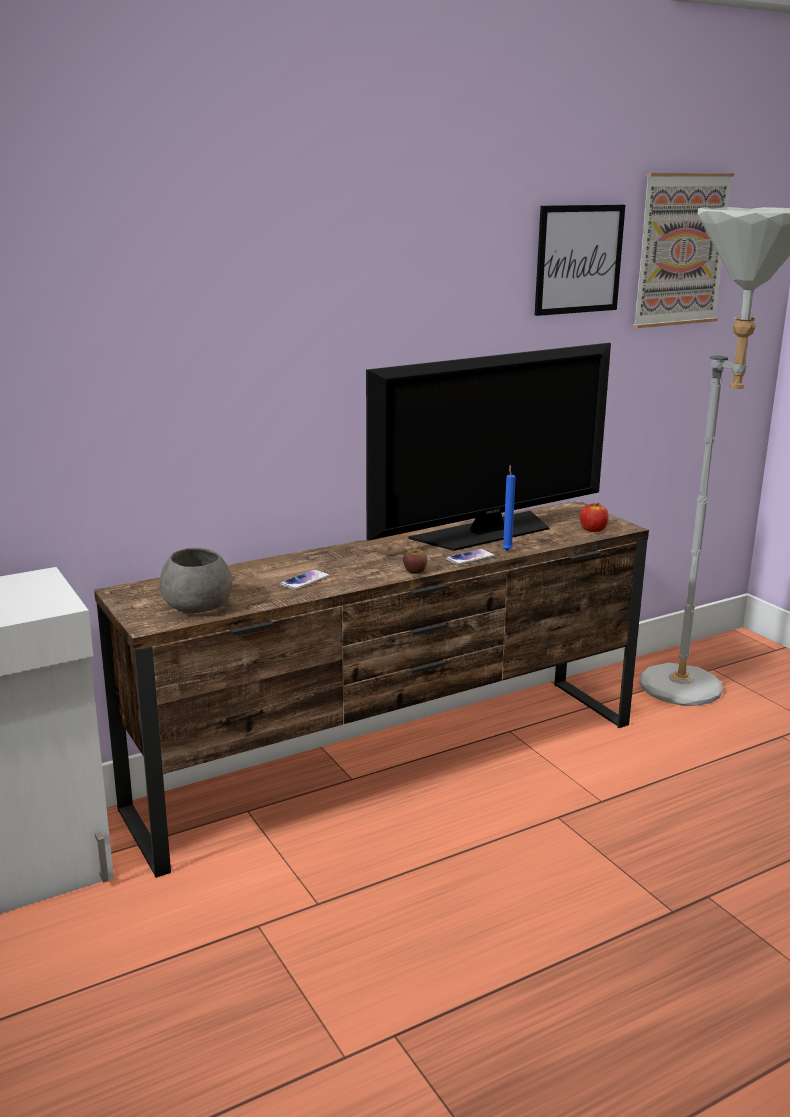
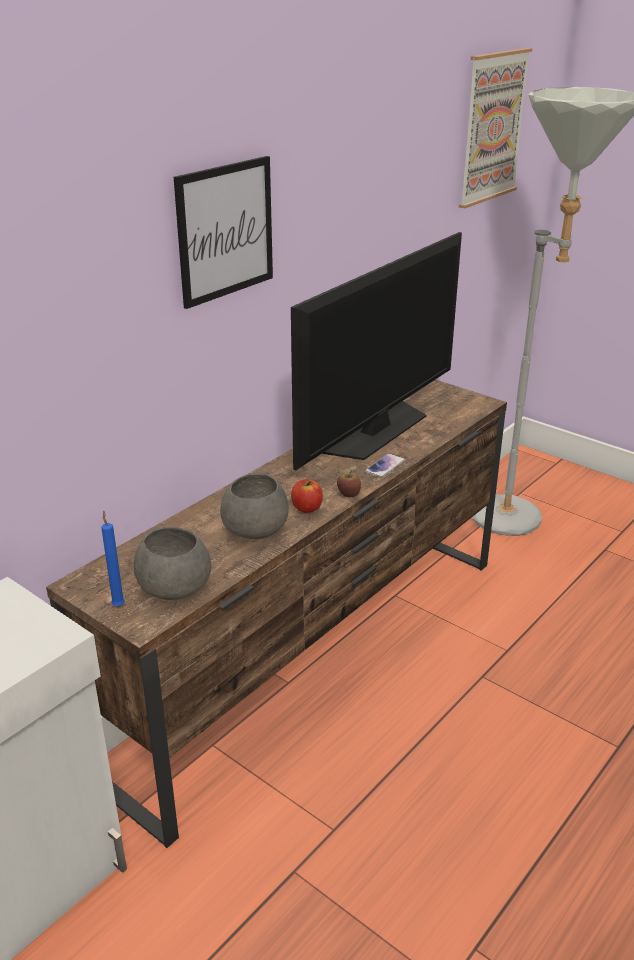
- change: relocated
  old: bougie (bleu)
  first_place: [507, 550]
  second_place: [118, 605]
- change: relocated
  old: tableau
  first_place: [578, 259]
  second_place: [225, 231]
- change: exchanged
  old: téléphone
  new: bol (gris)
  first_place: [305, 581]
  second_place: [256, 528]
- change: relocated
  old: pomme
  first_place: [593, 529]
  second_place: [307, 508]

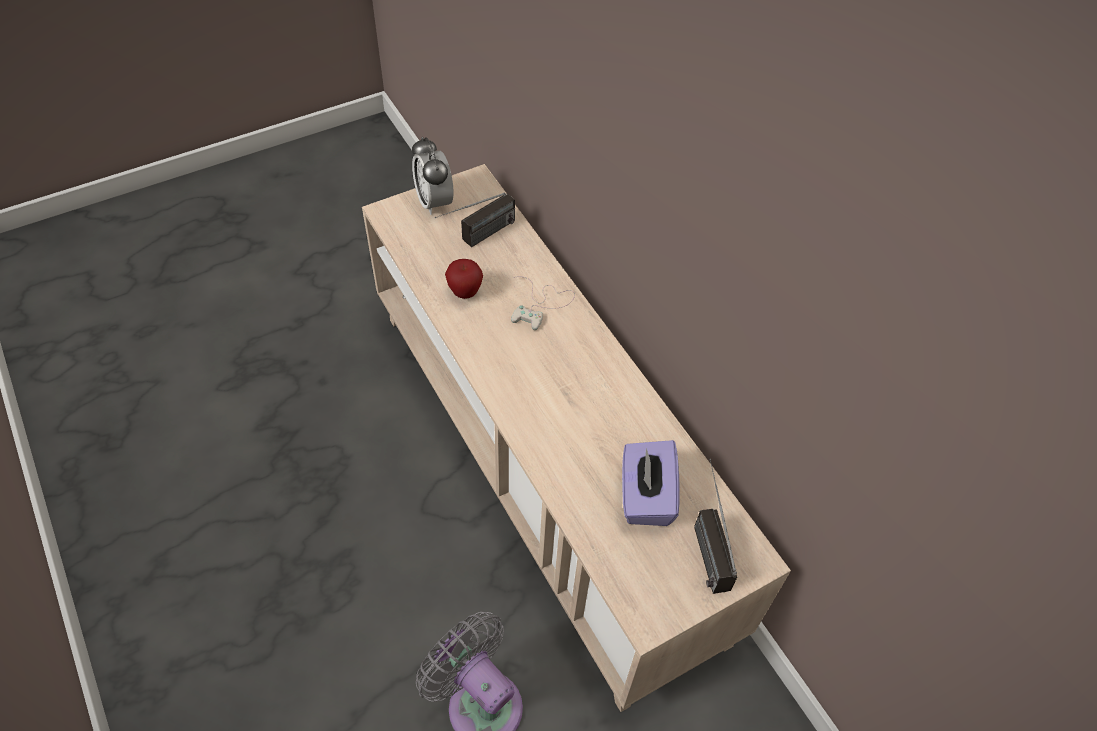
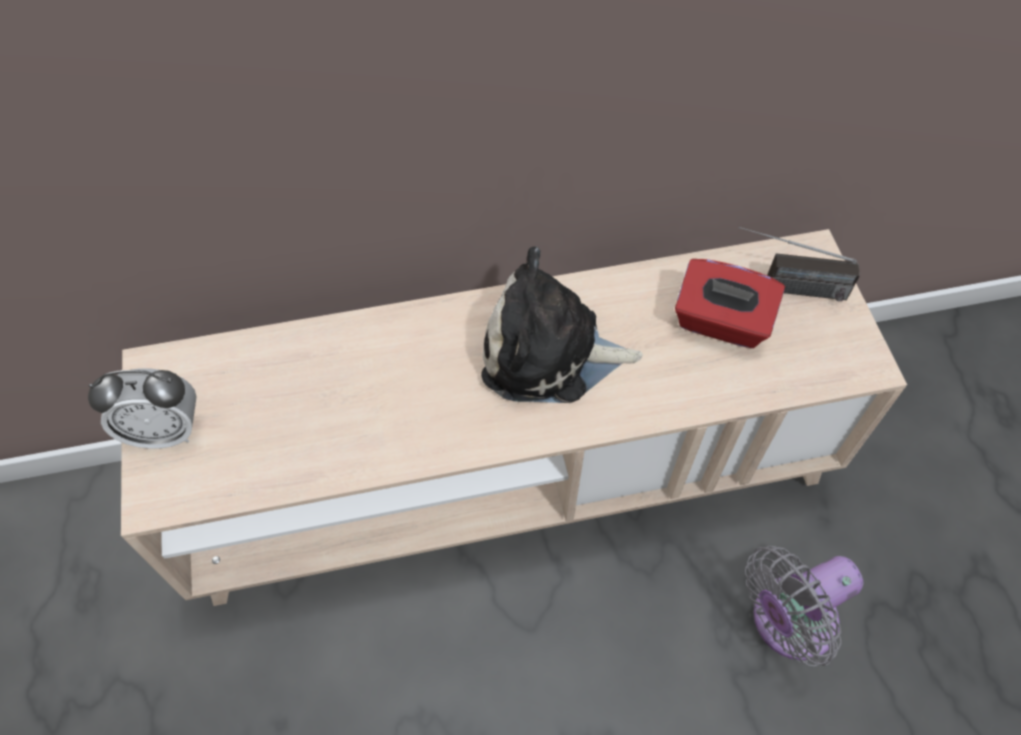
- change: appeared
  new: peluche
  second_place: [549, 353]
- change: colour
  old: boîte à mouchoirs (violet)
  new: boîte à mouchoirs (rouge)
  first_place: [645, 496]
  second_place: [720, 322]
- change: missing
  old: radio
  first_place: [478, 238]
- change: missing
  old: pomme
  first_place: [465, 292]
- change: missing
  old: manette (blanc)
  first_place: [541, 304]

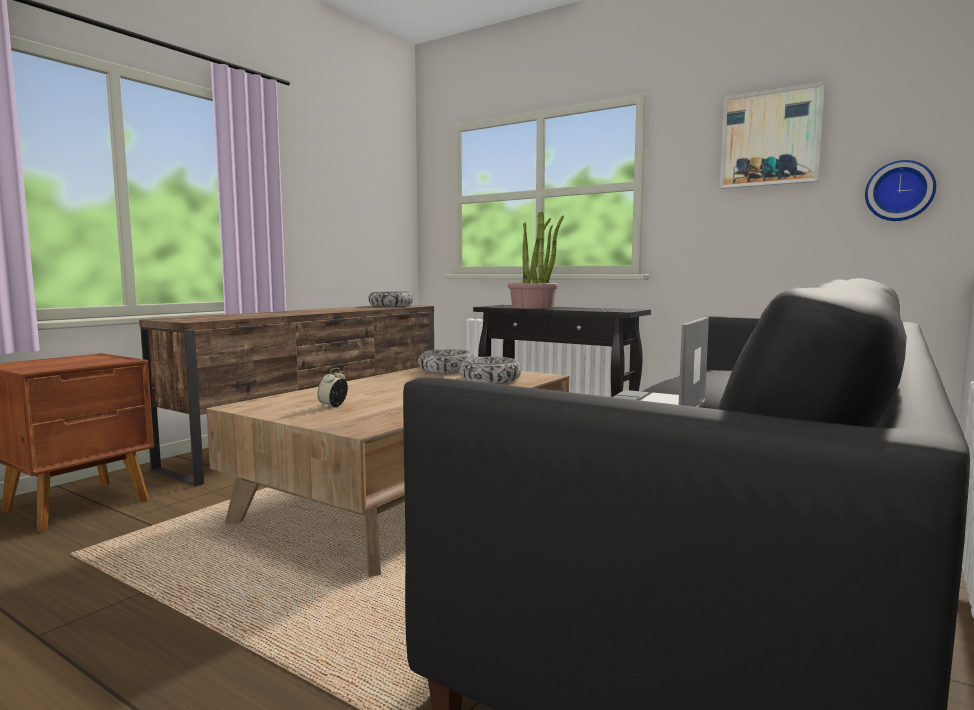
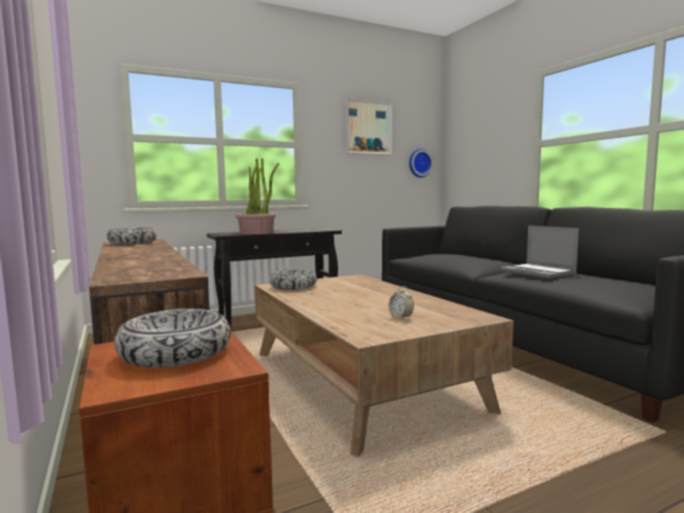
- change: relocated
  old: bol
  first_place: [489, 379]
  second_place: [175, 353]

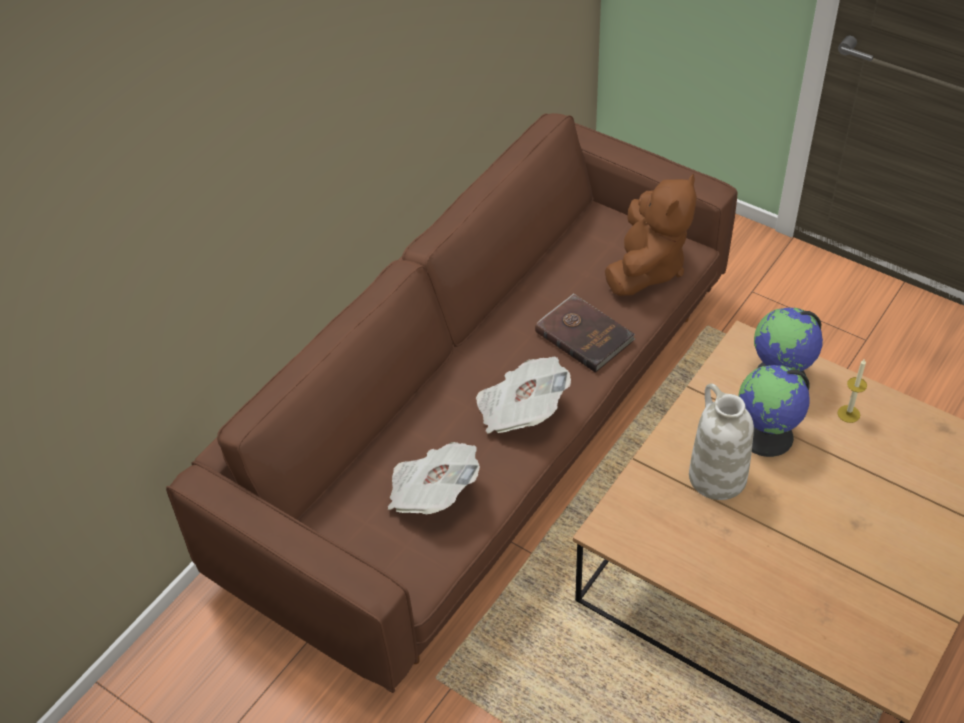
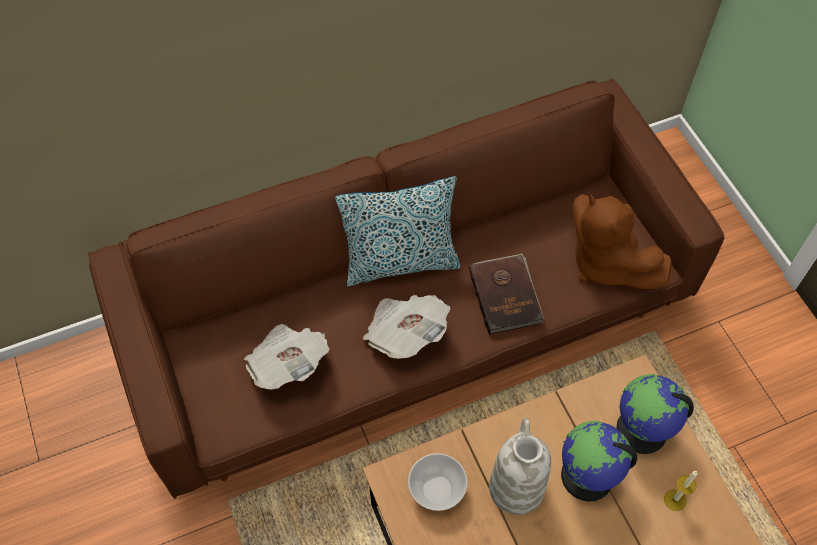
- change: appeared
  new: coussin
  second_place: [400, 262]
- change: appeared
  new: bol
  second_place: [438, 489]
- change: spun
  old: peluche (marron)
  first_place: [647, 268]
  second_place: [605, 262]
  degrees: 90

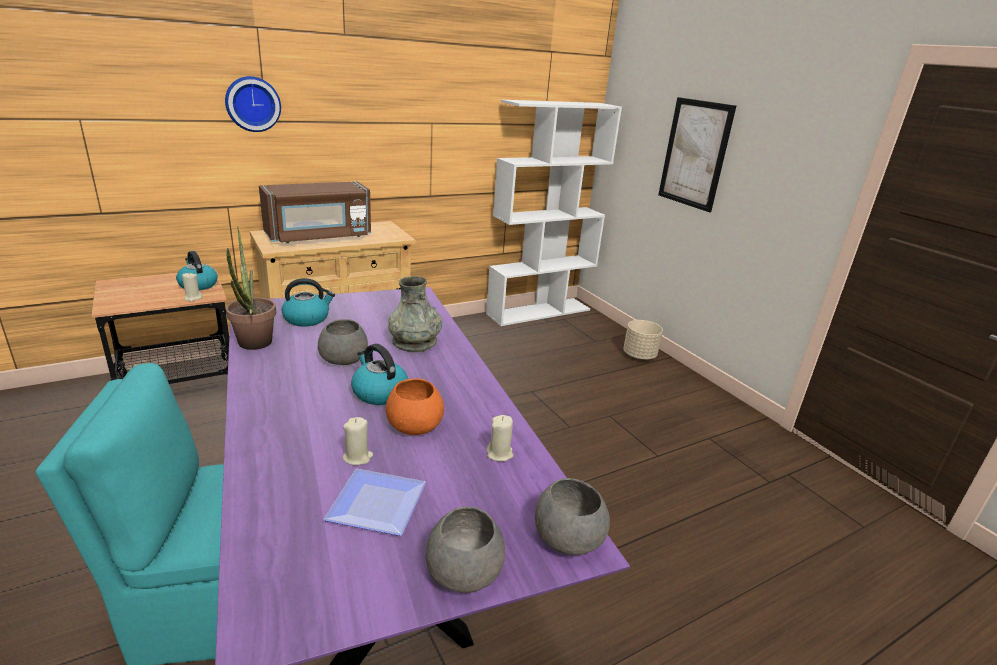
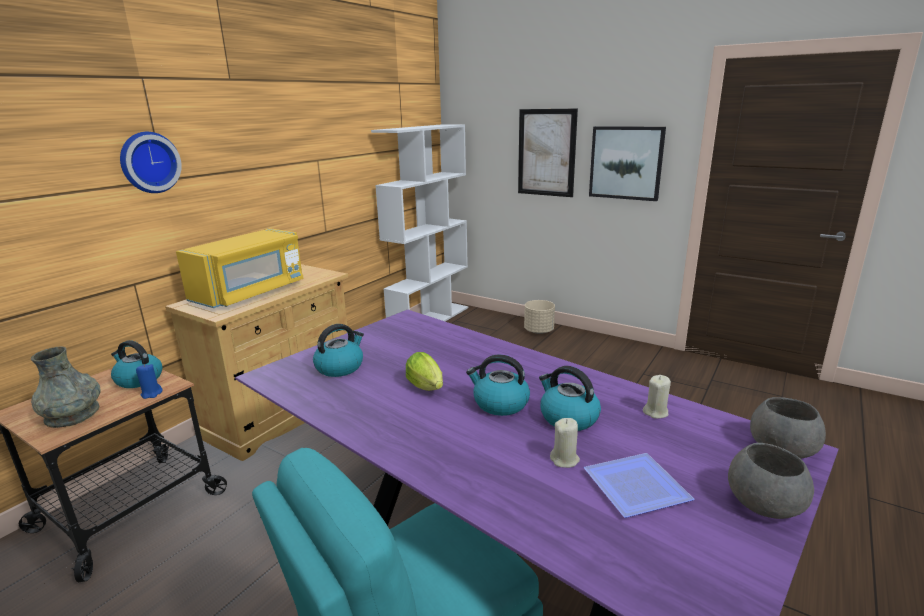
- change: relocated
  old: vase (gris)
  first_place: [414, 342]
  second_place: [73, 415]
- change: colour
  old: bougie (beige)
  new: bougie (bleu)
  first_place: [193, 298]
  second_place: [151, 394]
- change: colour
  old: micro-ondes (marron)
  new: micro-ondes (jaune)
  first_place: [319, 236]
  second_place: [250, 293]
- change: exchanged
  old: bol (gris)
  new: laitue
  first_place: [343, 358]
  second_place: [427, 388]
- change: exchanged
  old: bol (orange)
  new: bouilloire
  first_place: [415, 426]
  second_place: [568, 417]
- change: appeared
  new: tableau
  second_place: [626, 163]
- change: missing
  old: plante en pot
  first_place: [253, 346]

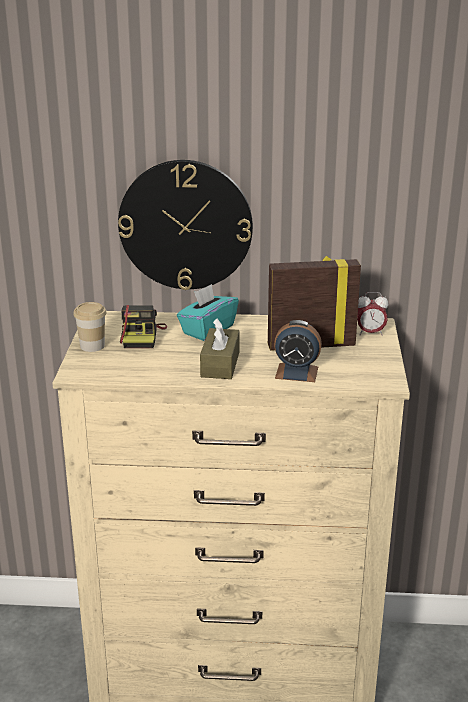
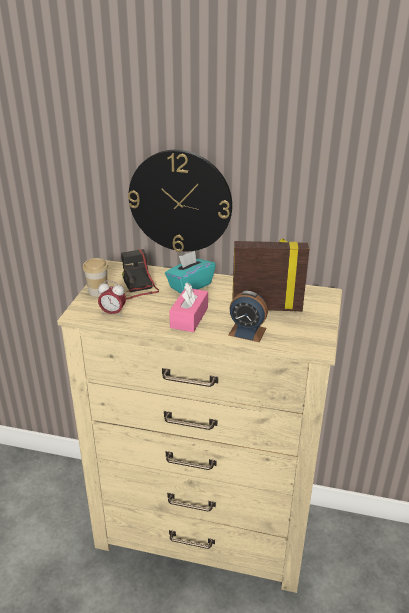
- change: relocated
  old: réveil
  first_place: [370, 333]
  second_place: [113, 313]
- change: spun
  old: appareil photo
  first_place: [142, 336]
  second_place: [138, 286]
  degrees: 150
- change: colour
  old: boîte à mouchoirs (marron)
  new: boîte à mouchoirs (rose)
  first_place: [220, 364]
  second_place: [189, 317]

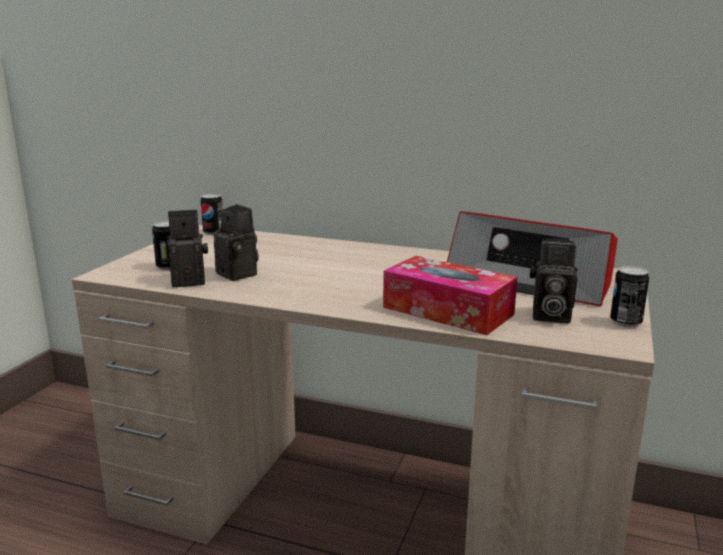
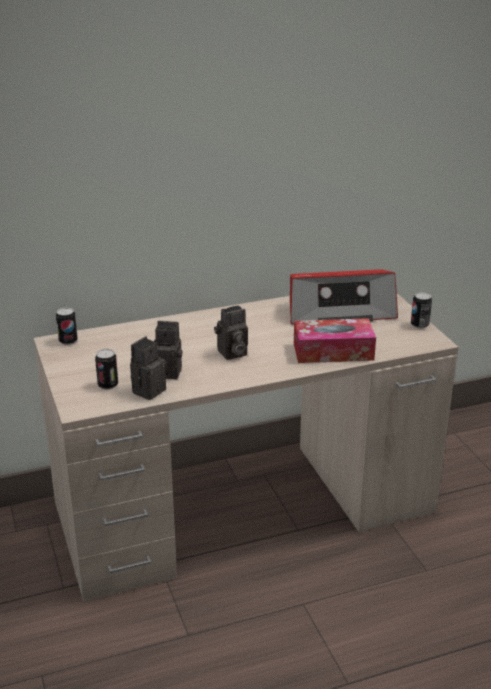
- change: relocated
  old: appareil photo
  first_place: [548, 316]
  second_place: [231, 354]

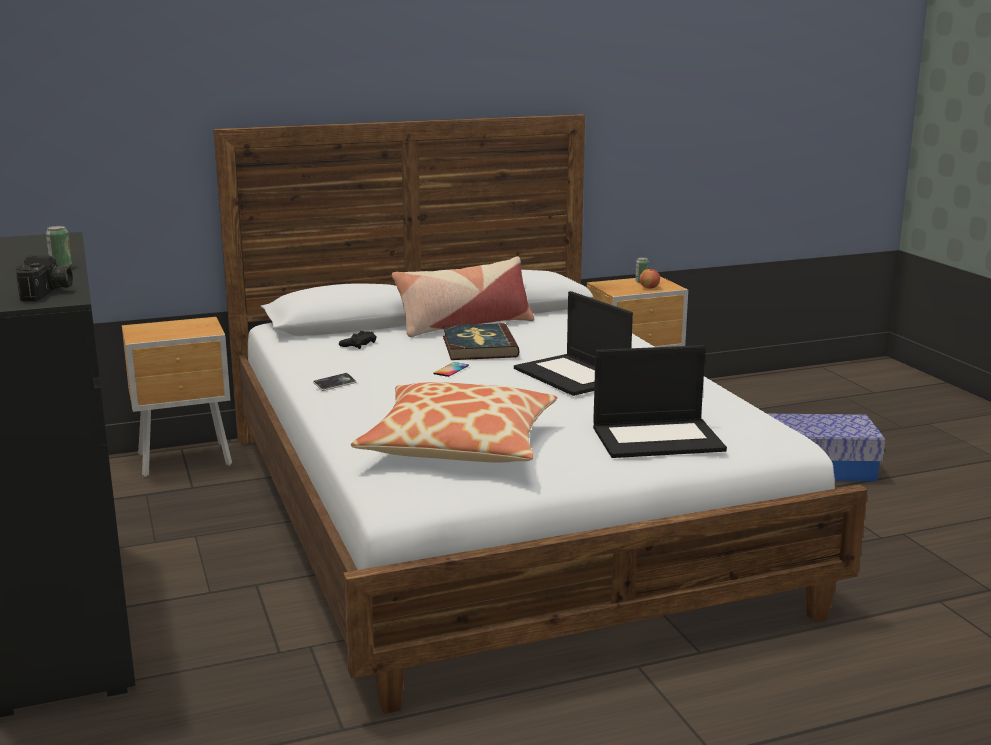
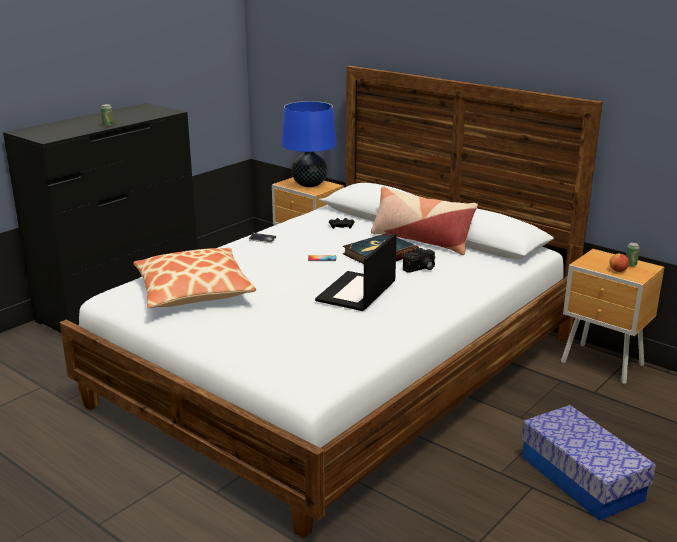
- change: appeared
  new: lampe de table (bleu)
  second_place: [309, 184]
- change: relocated
  old: appareil photo
  first_place: [47, 292]
  second_place: [420, 269]
- change: missing
  old: ordinateur portable
  first_place: [658, 438]

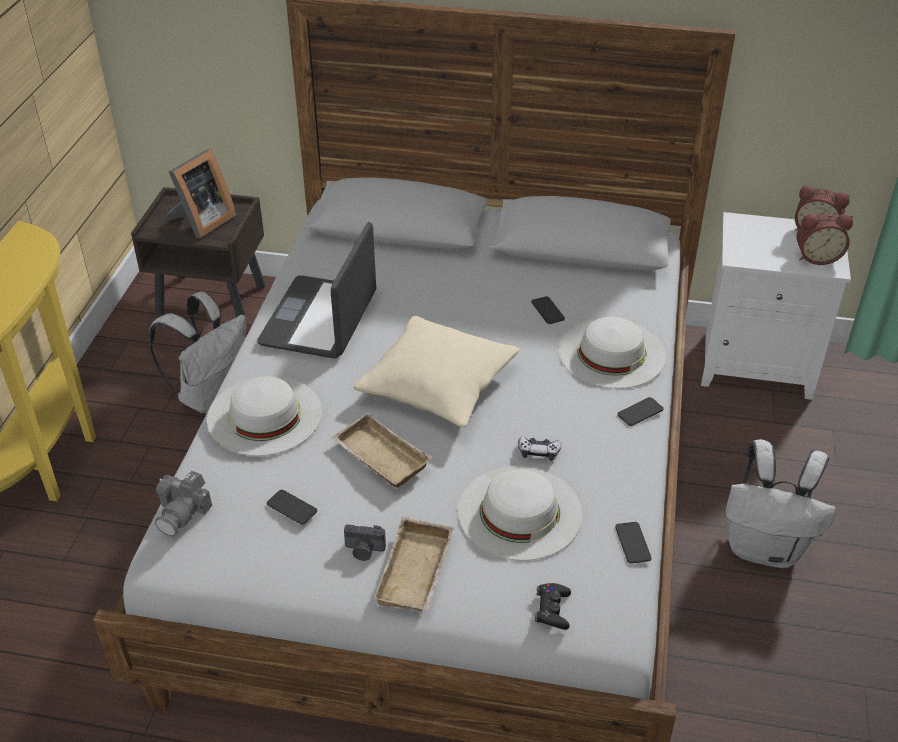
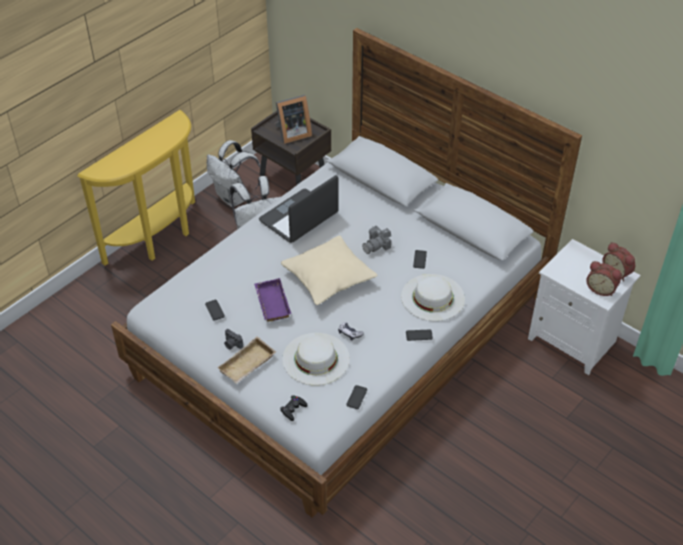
- change: relocated
  old: sac à dos (blanc)
  first_place: [765, 548]
  second_place: [234, 198]
- change: colour
  old: plateau (beige)
  new: plateau (violet)
  first_place: [378, 457]
  second_place: [271, 303]
- change: relocated
  old: appareil photo
  first_place: [183, 512]
  second_place: [377, 245]
- change: missing
  old: chapeau (blanc)
  first_place: [265, 415]

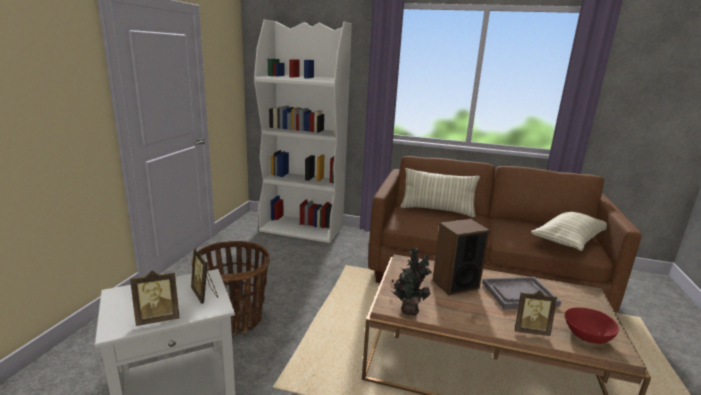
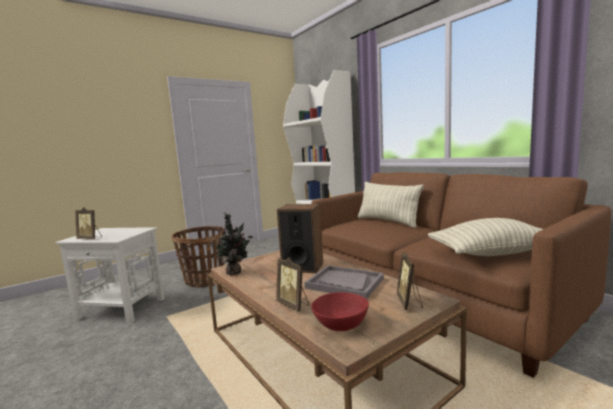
- change: relocated
  old: cadre photo
  first_place: [205, 294]
  second_place: [409, 302]

